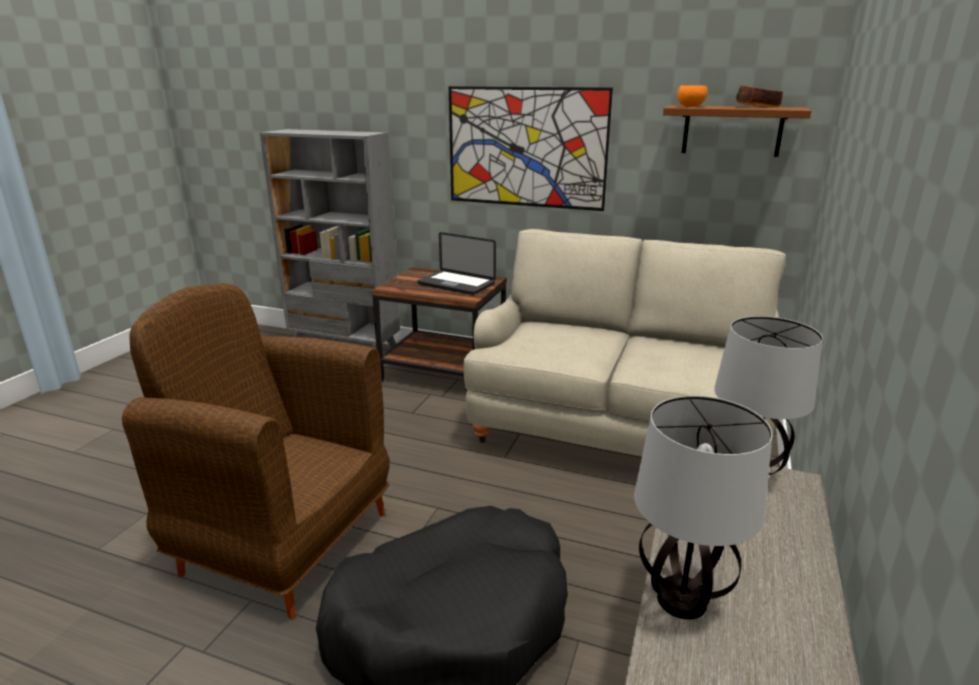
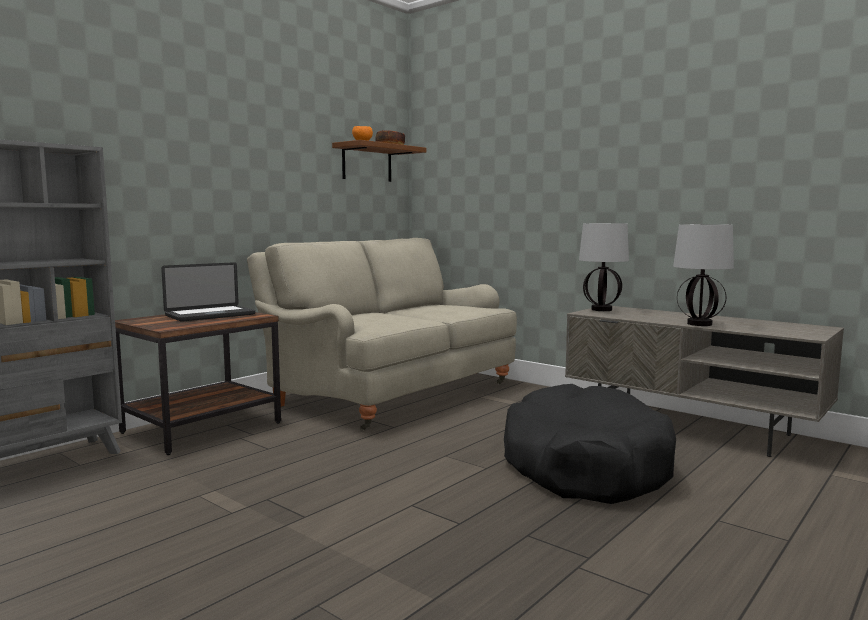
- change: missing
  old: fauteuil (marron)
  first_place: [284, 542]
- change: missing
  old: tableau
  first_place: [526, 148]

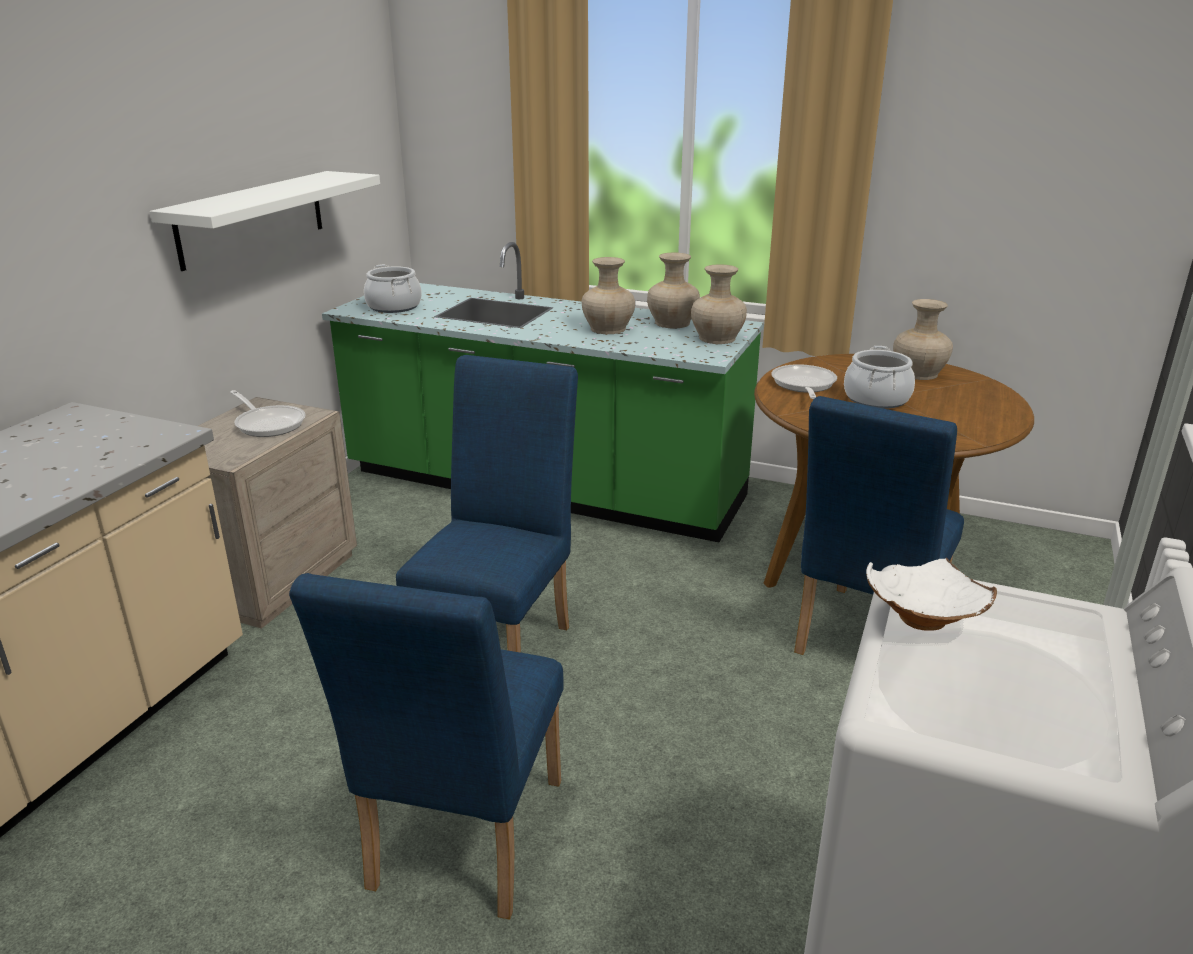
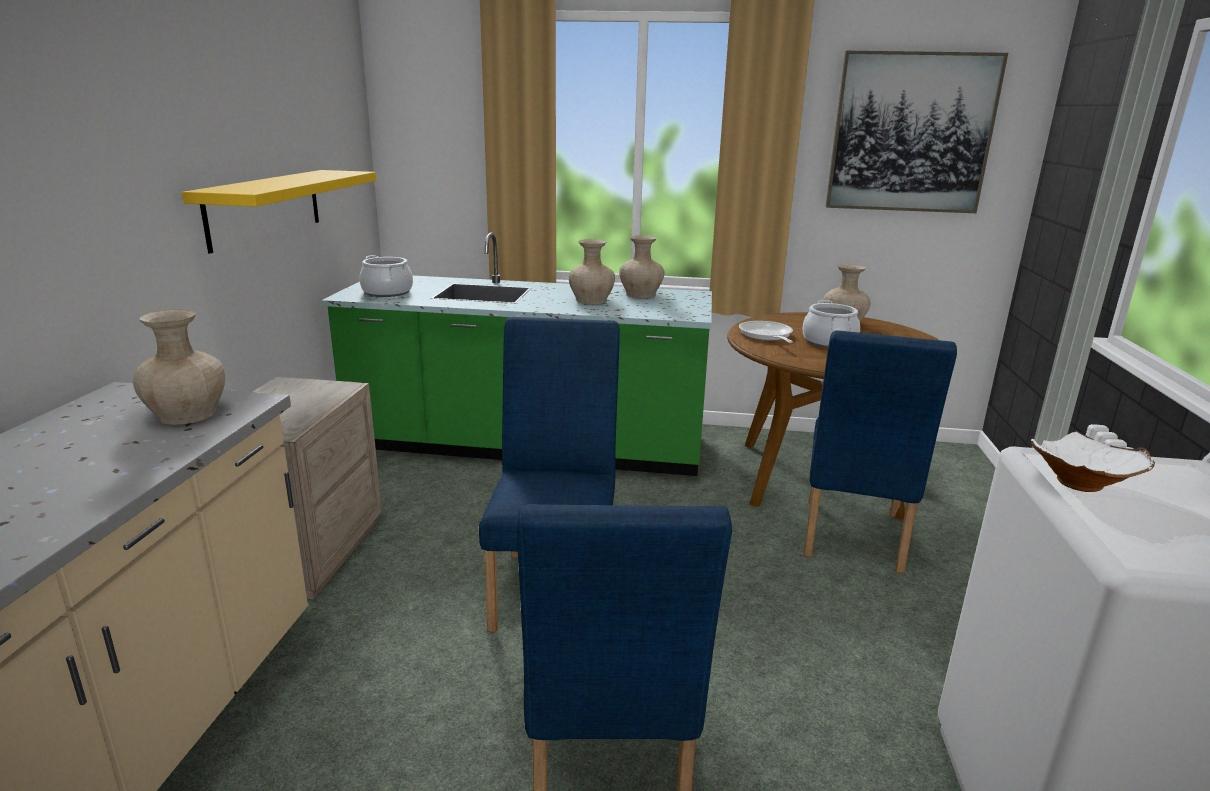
- change: relocated
  old: vase (beige)
  first_place: [717, 338]
  second_place: [187, 414]
- change: colour
  old: étagère (blanc)
  new: étagère (jaune)
  first_place: [252, 218]
  second_place: [265, 207]
- change: appeared
  new: tableau
  second_place: [911, 133]
- change: missing
  old: poêle
  first_place: [268, 423]

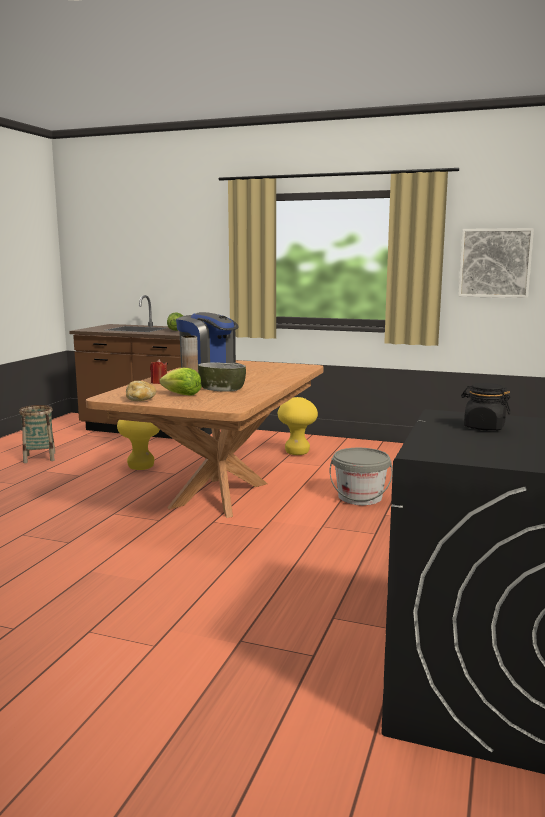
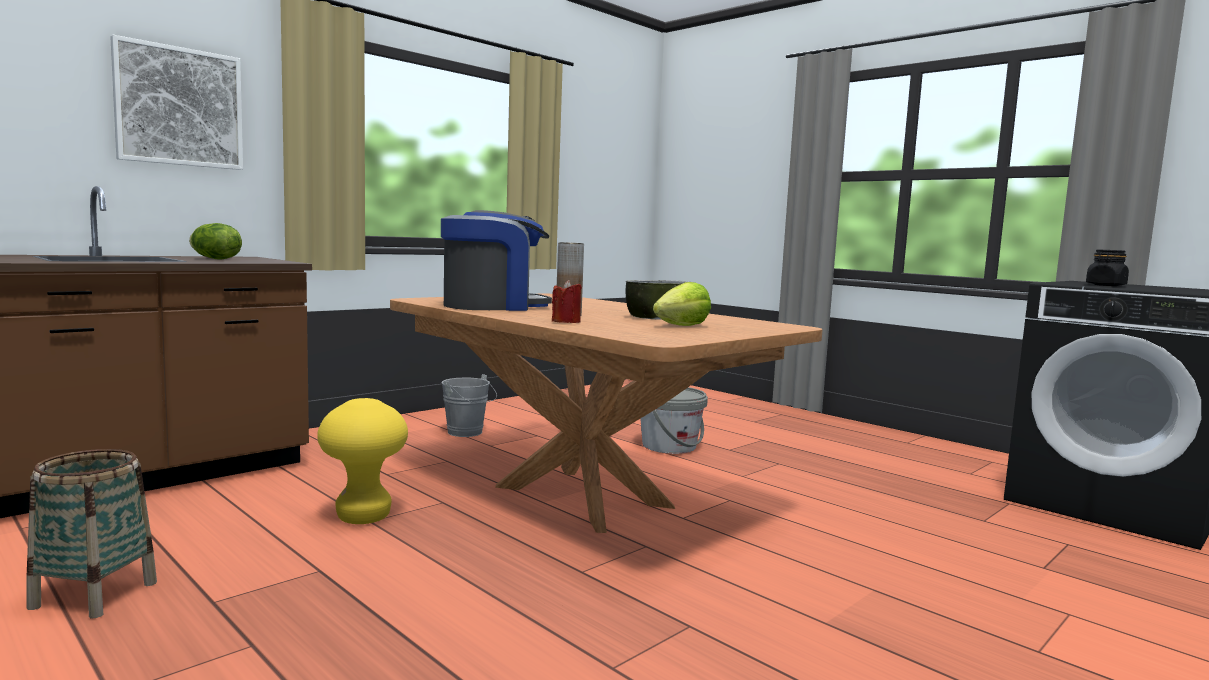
- change: relocated
  old: tableau
  first_place: [495, 263]
  second_place: [179, 107]
- change: exchanged
  old: tabouret (jaune)
  new: seau (gris)
  first_place: [297, 452]
  second_place: [467, 433]
- change: missing
  old: pain
  first_place: [140, 400]

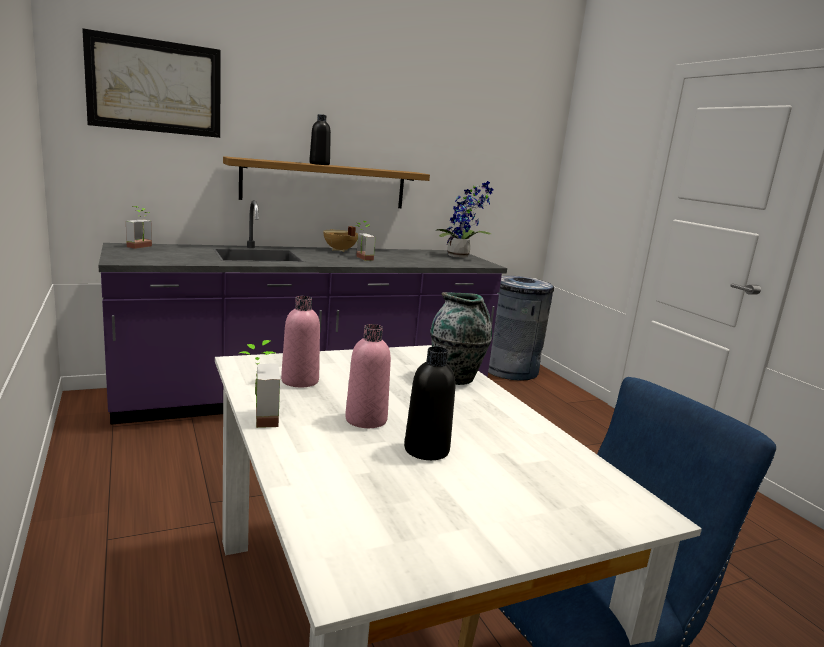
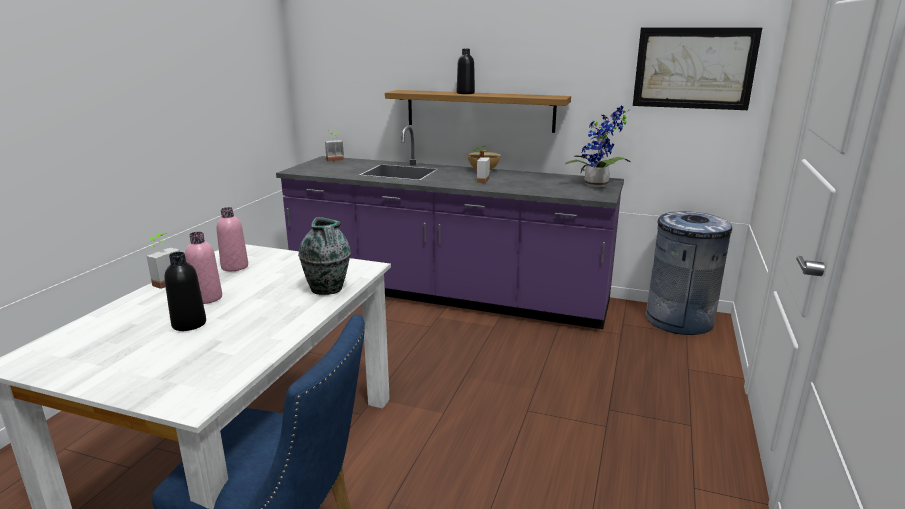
- change: relocated
  old: tableau
  first_place: [155, 86]
  second_place: [694, 68]

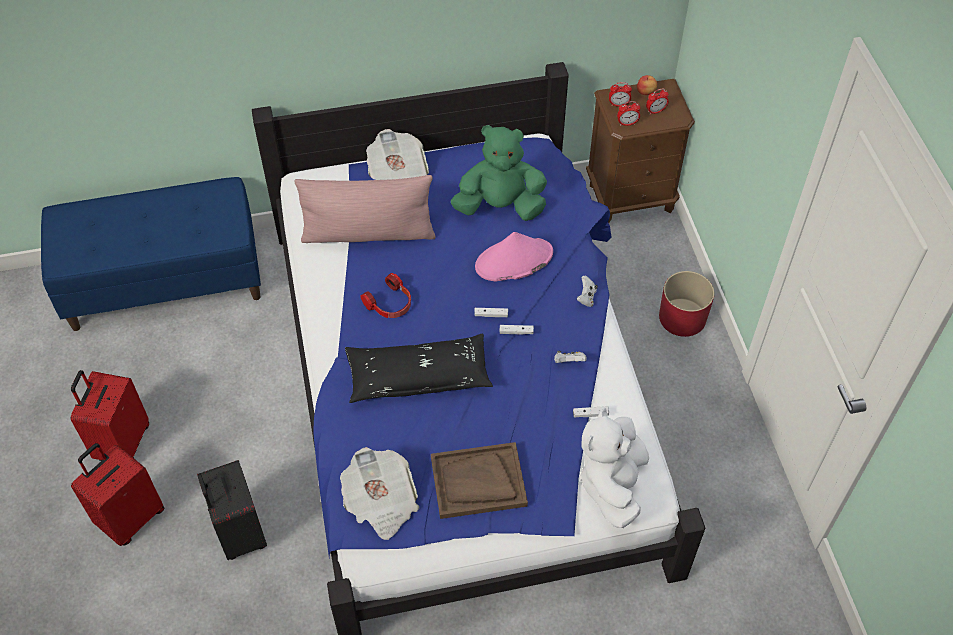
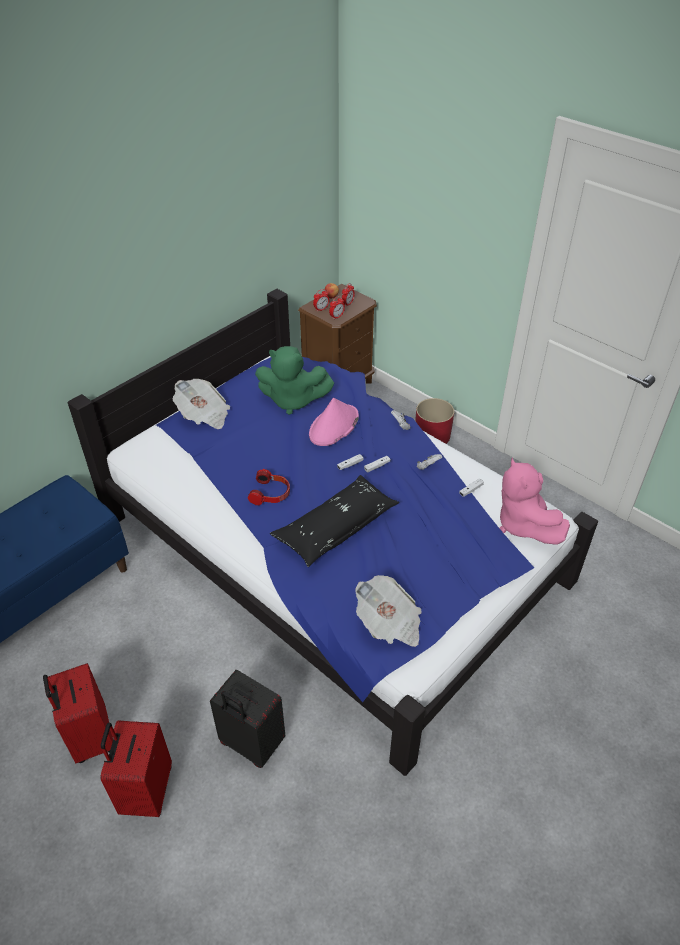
- change: spun
  old: peluche (vert)
  first_place: [500, 206]
  second_place: [293, 400]
  degrees: -135
- change: colour
  old: peluche (blanc)
  new: peluche (rose)
  first_place: [612, 484]
  second_place: [523, 524]
- change: missing
  old: coussin (rose)
  first_place: [368, 233]
- change: missing
  old: plateau (marron)
  first_place: [478, 482]

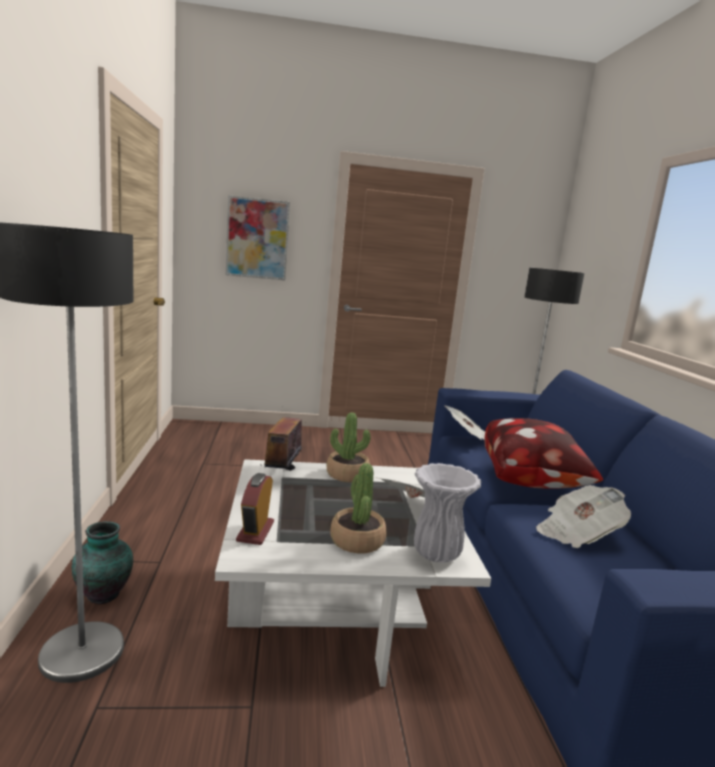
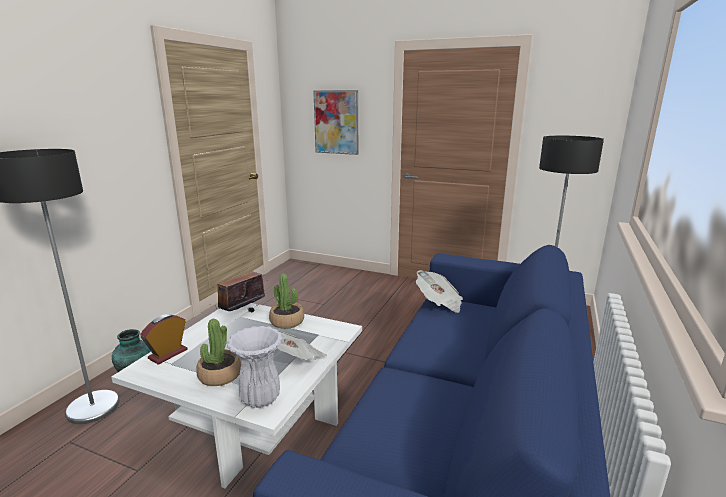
- change: missing
  old: coussin
  first_place: [532, 481]
- change: missing
  old: journal
  first_place: [577, 534]

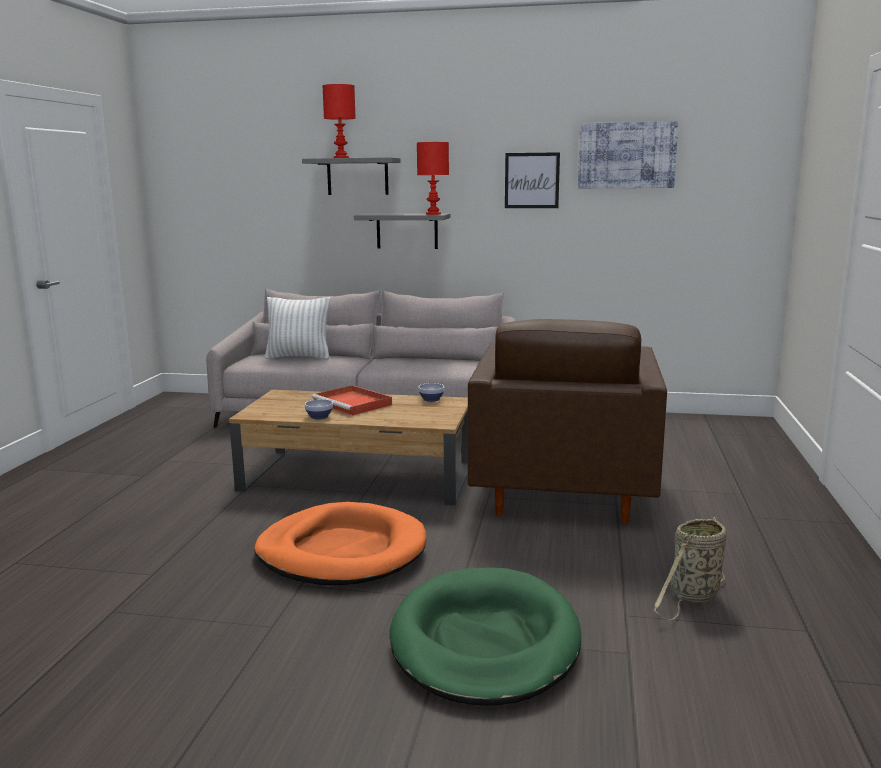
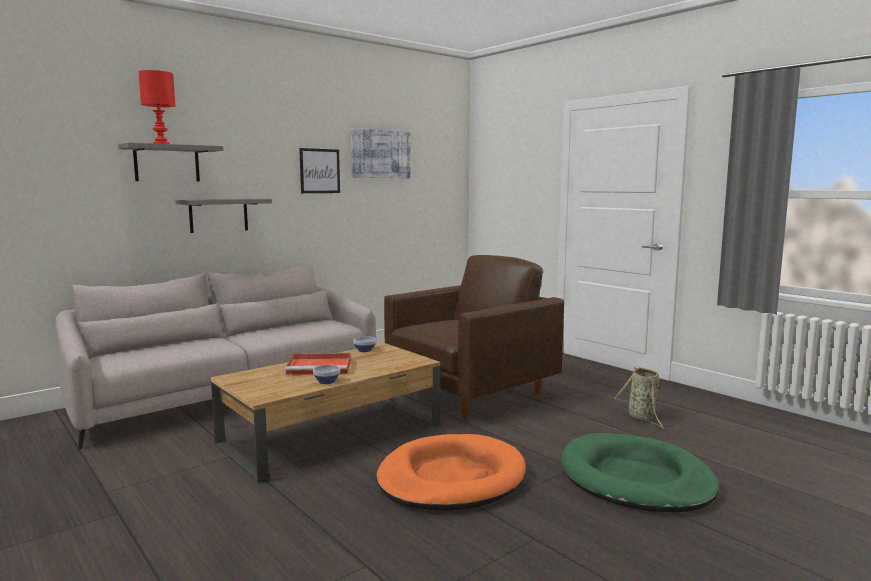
- change: spun
  old: fauteuil (marron)
  first_place: [562, 490]
  second_place: [471, 394]
  degrees: -90
- change: missing
  old: coussin (blanc)
  first_place: [299, 357]
- change: missing
  old: lampe de table (rouge)
  first_place: [434, 214]

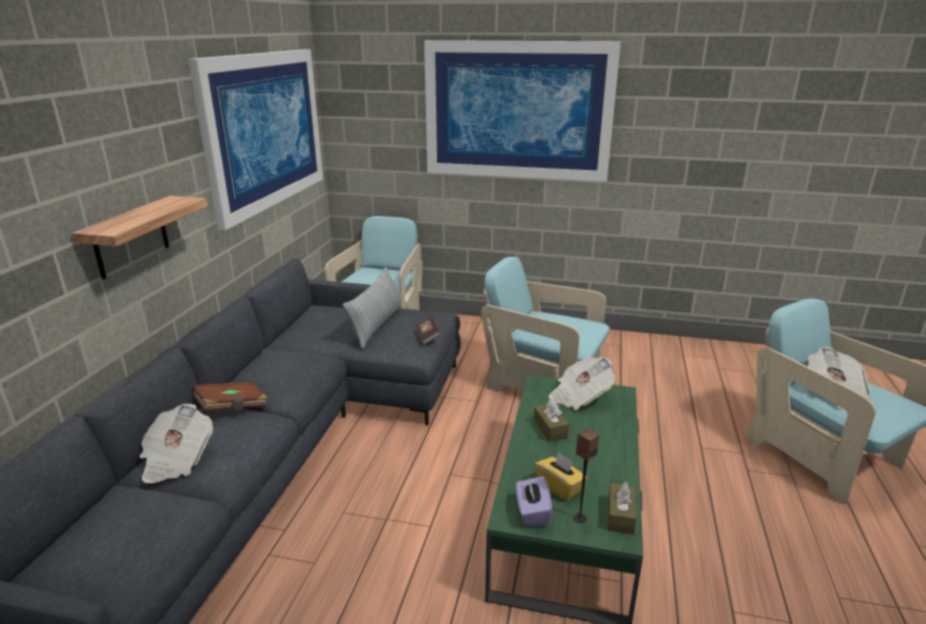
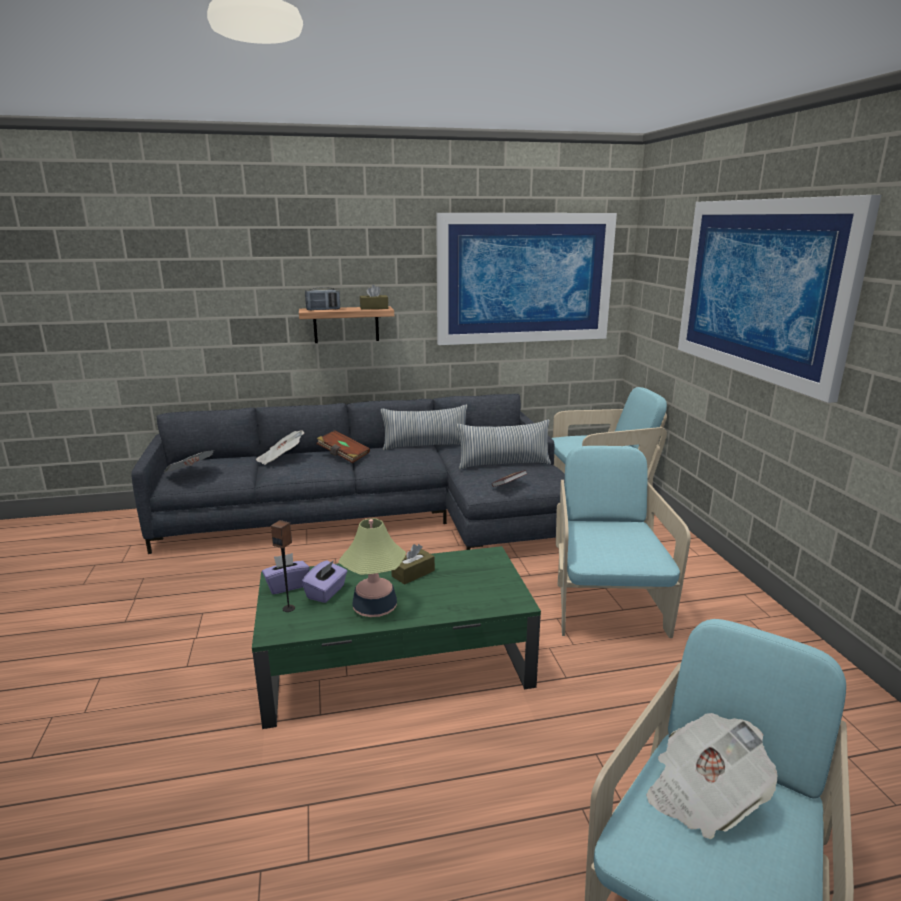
- change: relocated
  old: journal
  first_place: [579, 396]
  second_place: [190, 474]
- change: colour
  old: boîte à mouchoirs (jaune)
  new: boîte à mouchoirs (violet)
  first_place: [559, 487]
  second_place: [326, 592]
- change: appeared
  new: radio
  second_place: [323, 310]
- change: appeared
  new: lampe de table
  second_place: [375, 608]
- change: relocated
  old: boîte à mouchoirs (marron)
  first_place: [620, 516]
  second_place: [374, 308]
- change: appeared
  new: coussin
  second_place: [425, 446]

